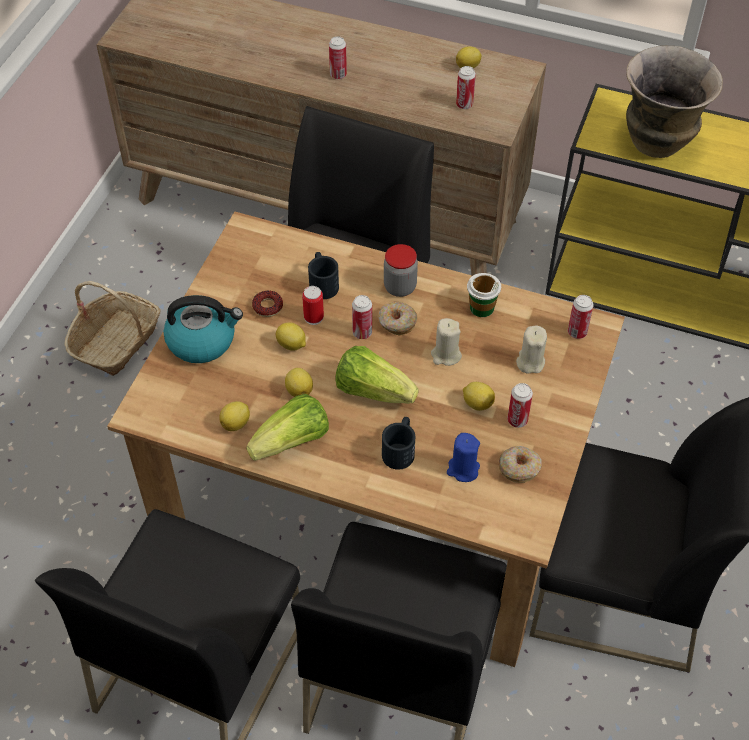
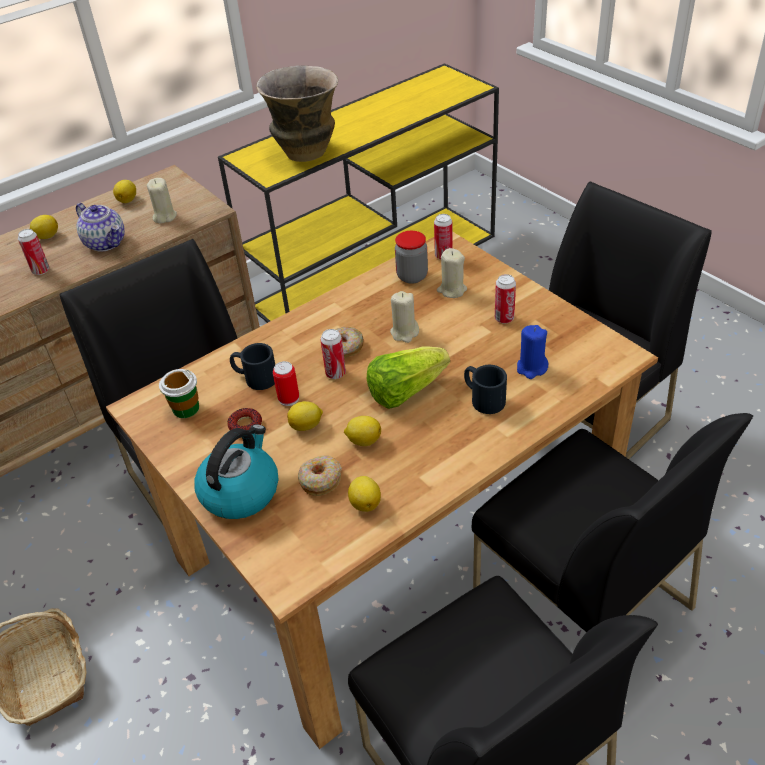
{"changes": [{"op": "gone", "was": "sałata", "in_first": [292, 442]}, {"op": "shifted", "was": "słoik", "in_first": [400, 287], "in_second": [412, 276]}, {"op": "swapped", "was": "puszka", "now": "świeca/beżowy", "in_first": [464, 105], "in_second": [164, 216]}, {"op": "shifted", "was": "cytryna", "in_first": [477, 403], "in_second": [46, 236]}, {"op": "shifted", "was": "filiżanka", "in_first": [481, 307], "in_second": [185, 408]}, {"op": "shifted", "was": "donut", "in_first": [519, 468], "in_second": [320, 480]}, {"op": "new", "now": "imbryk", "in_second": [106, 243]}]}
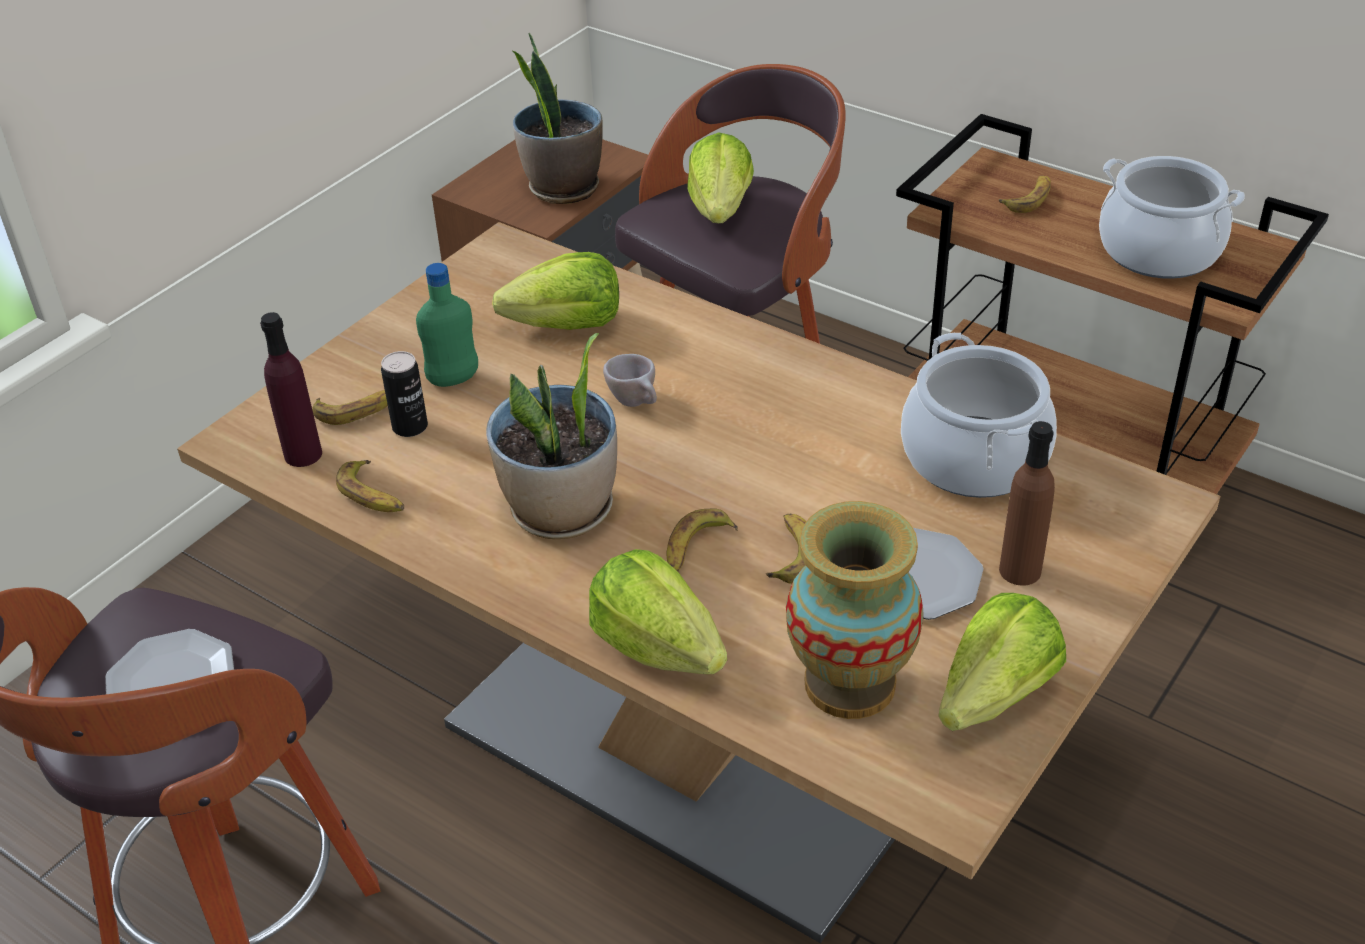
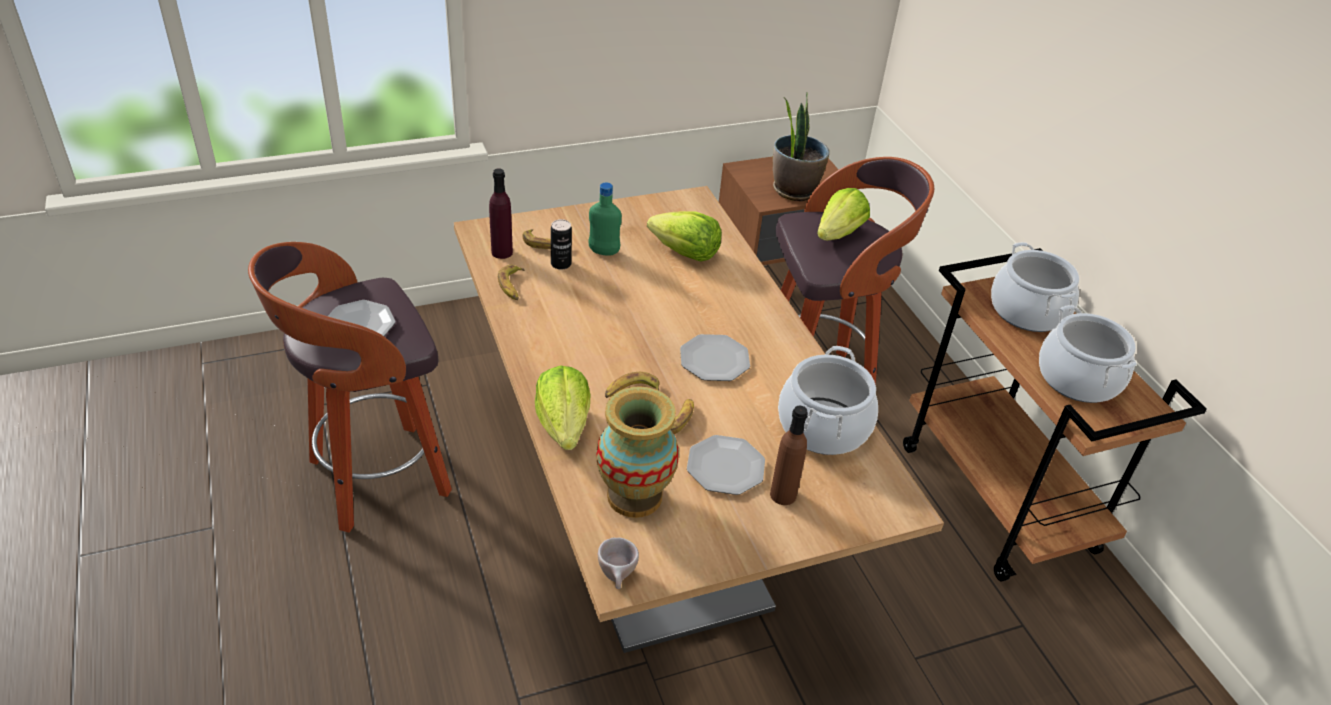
{"changes": [{"op": "gone", "was": "roślina doniczkowa", "in_first": [561, 511]}, {"op": "shifted", "was": "filiżanka/beżowy", "in_first": [636, 403], "in_second": [617, 578]}, {"op": "gone", "was": "sałata", "in_first": [995, 695]}, {"op": "swapped", "was": "banan", "now": "garnek", "in_first": [1028, 198], "in_second": [1028, 311]}, {"op": "new", "now": "talerz", "in_second": [714, 360]}]}
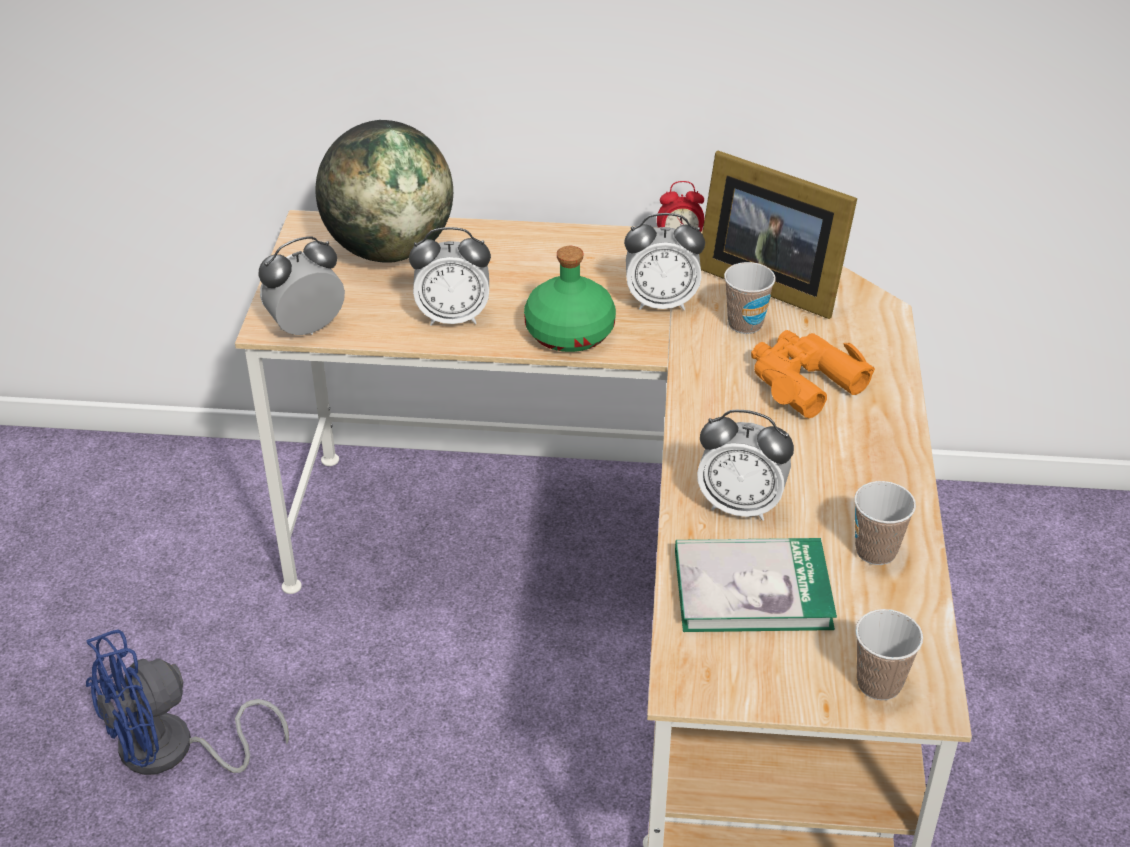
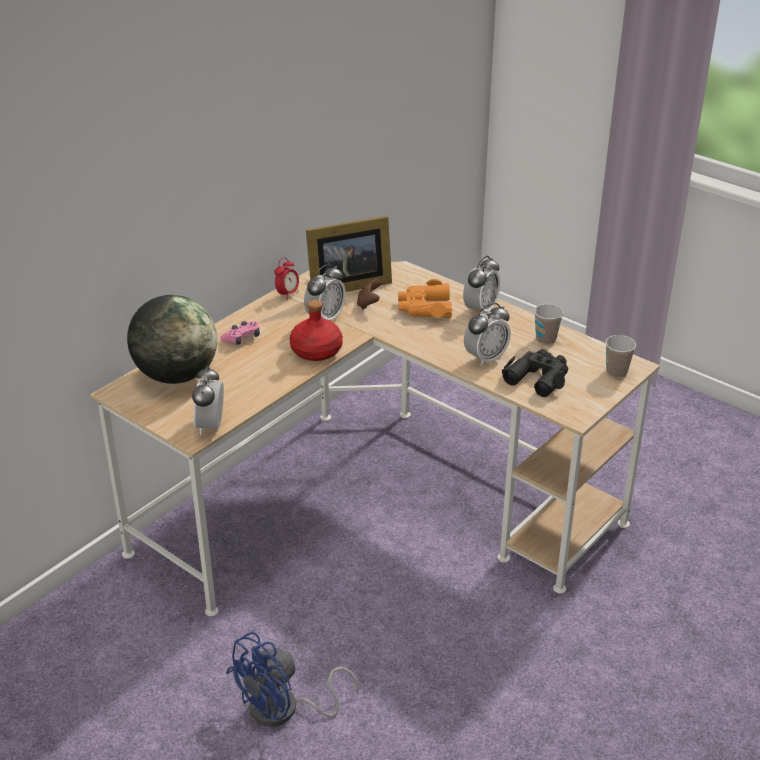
{"changes": [{"op": "rotated", "was": "wentylator/niebieski", "in_first": [172, 752], "in_second": [284, 710], "clockwise": 45}, {"op": "shifted", "was": "budzik", "in_first": [453, 317], "in_second": [480, 309]}, {"op": "repainted", "was": "butelka/zielony", "now": "butelka/czerwony", "in_first": [571, 333], "in_second": [317, 351]}, {"op": "swapped", "was": "książka", "now": "lornetka/czarny", "in_first": [752, 589], "in_second": [538, 377]}, {"op": "swapped", "was": "filiżanka", "now": "pad do gier/brązowy", "in_first": [745, 324], "in_second": [369, 304]}, {"op": "new", "now": "pad do gier/różowy", "in_second": [242, 338]}]}
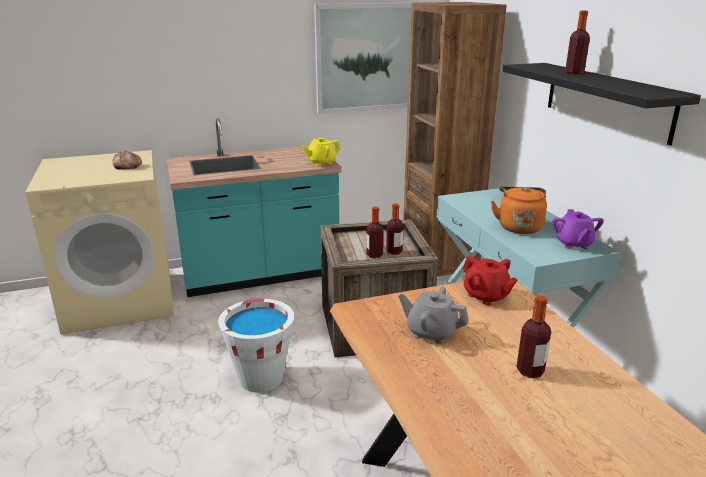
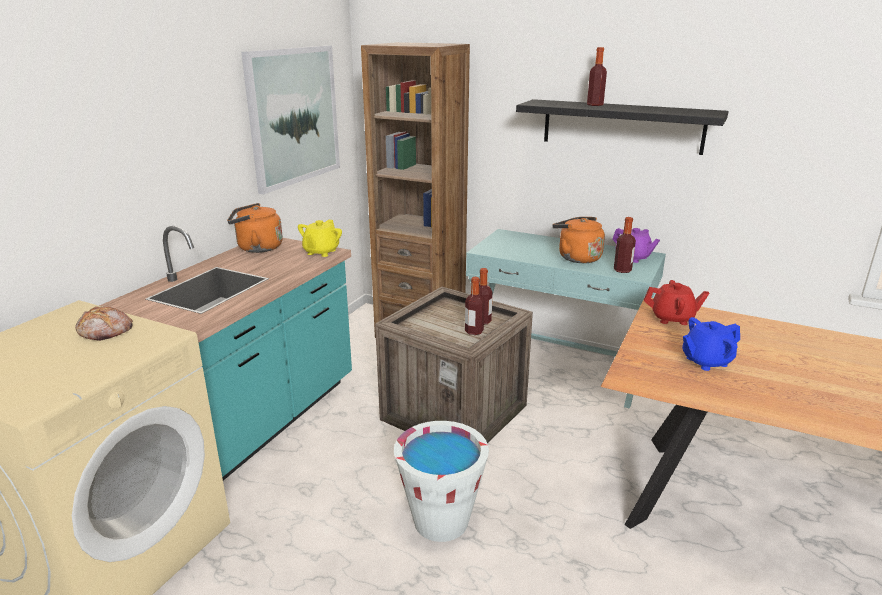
{"changes": [{"op": "repainted", "was": "imbryk/szary", "now": "imbryk/niebieski", "in_first": [431, 332], "in_second": [706, 361]}, {"op": "shifted", "was": "butelka", "in_first": [530, 371], "in_second": [622, 270]}, {"op": "new", "now": "czajnik/pomarańczowy", "in_second": [257, 248]}]}
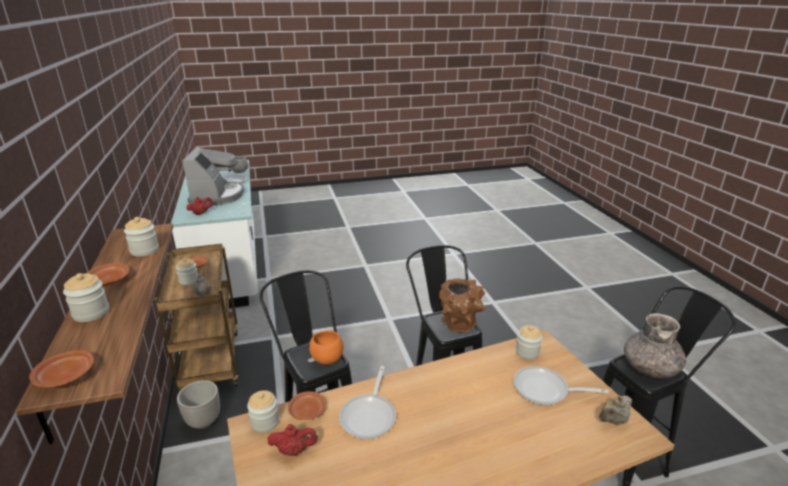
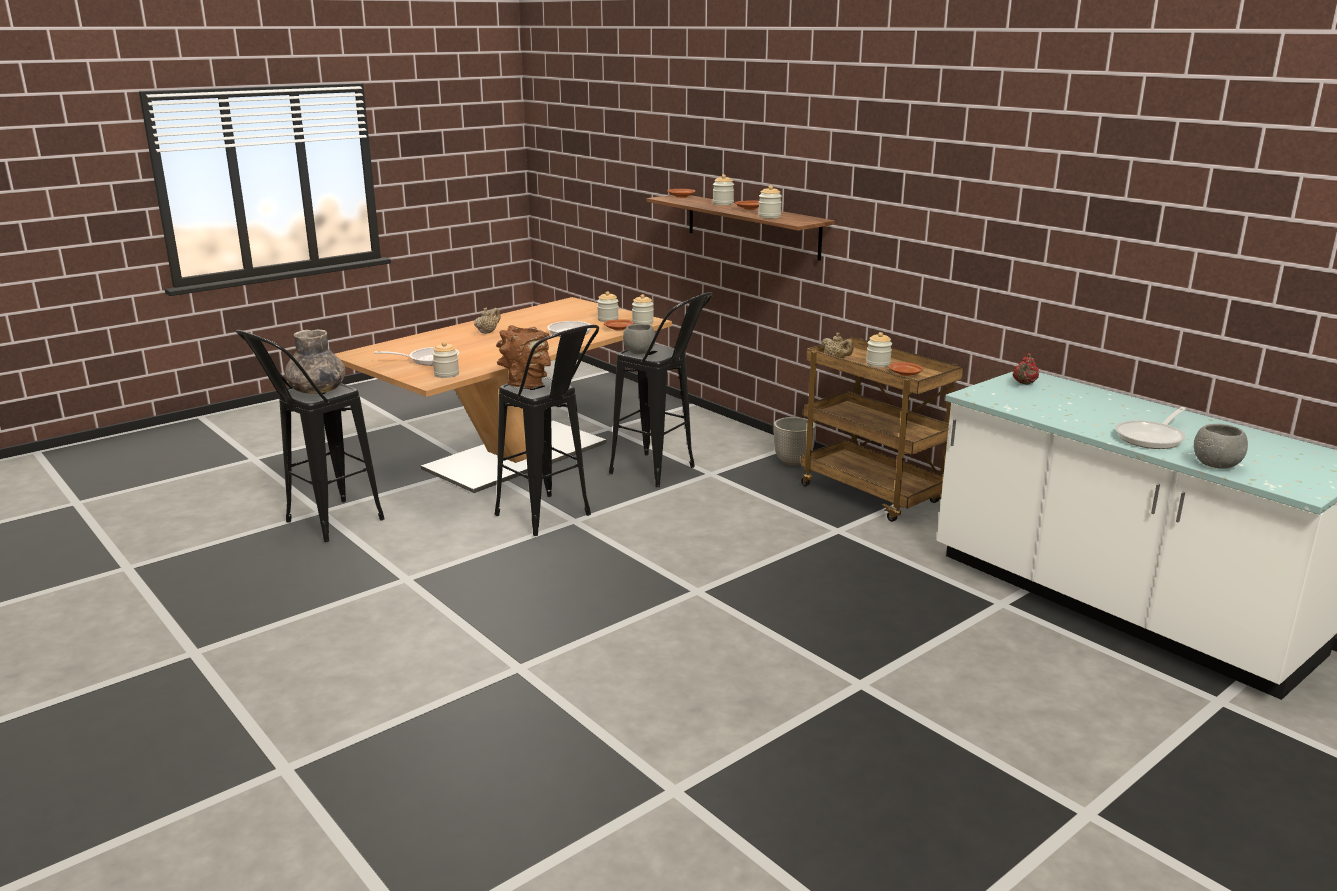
{"changes": [{"op": "gone", "was": "ekspres do kawy", "in_first": [217, 196]}, {"op": "swapped", "was": "imbryk/czerwony", "now": "słoik", "in_first": [294, 450], "in_second": [608, 319]}, {"op": "repainted", "was": "miska/pomarańczowy", "now": "miska/szary", "in_first": [327, 359], "in_second": [639, 352]}, {"op": "shifted", "was": "imbryk/beżowy", "in_first": [613, 420], "in_second": [487, 332]}]}
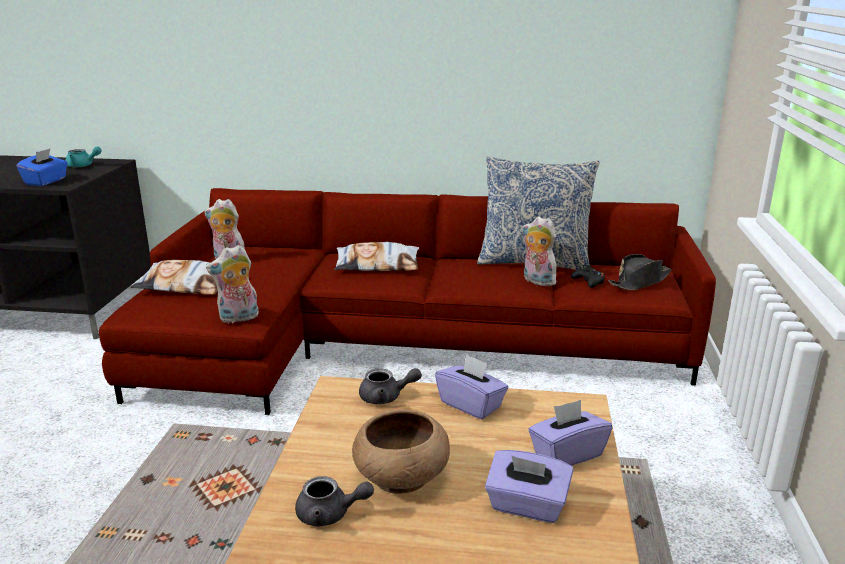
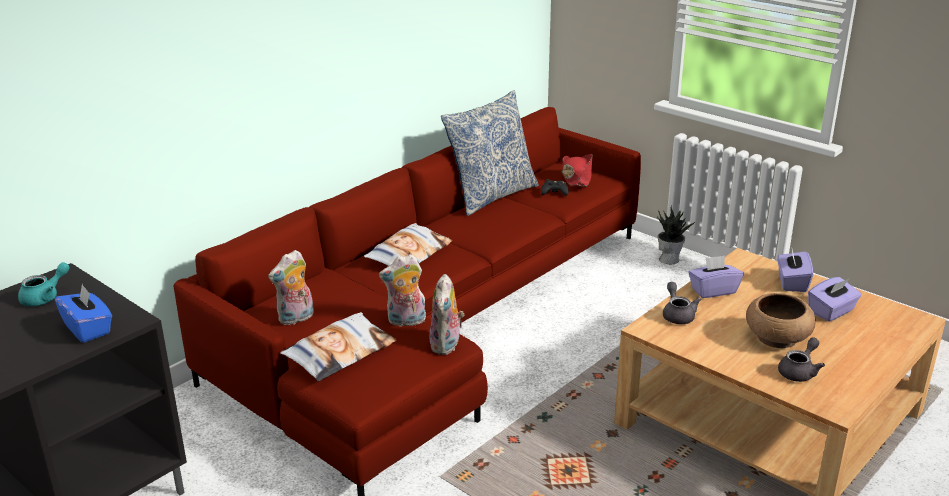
{"changes": [{"op": "rotated", "was": "imbryk/szary", "in_first": [386, 397], "in_second": [677, 315], "clockwise": -45}, {"op": "shifted", "was": "pluszak", "in_first": [537, 281], "in_second": [406, 322]}, {"op": "repainted", "was": "kapelusz/czarny", "now": "kapelusz/czerwony", "in_first": [640, 282], "in_second": [576, 177]}, {"op": "new", "now": "roślina doniczkowa", "in_second": [669, 259]}]}
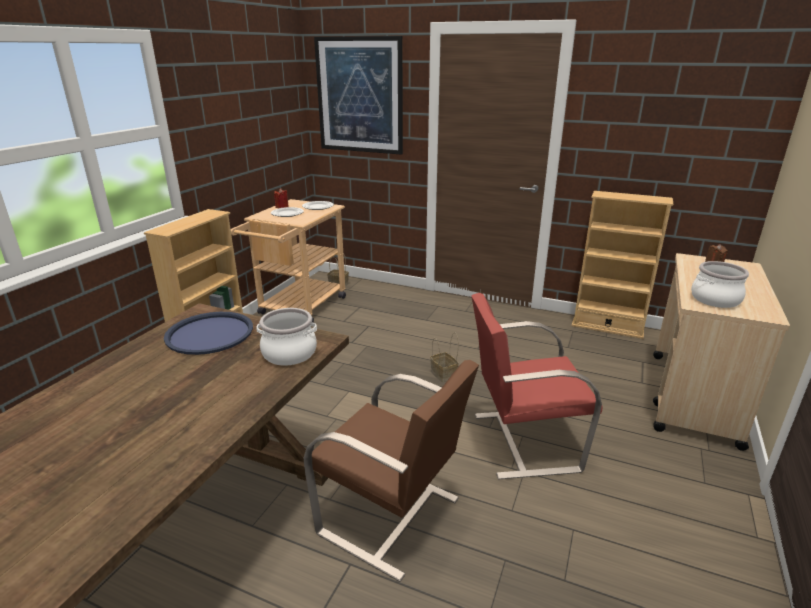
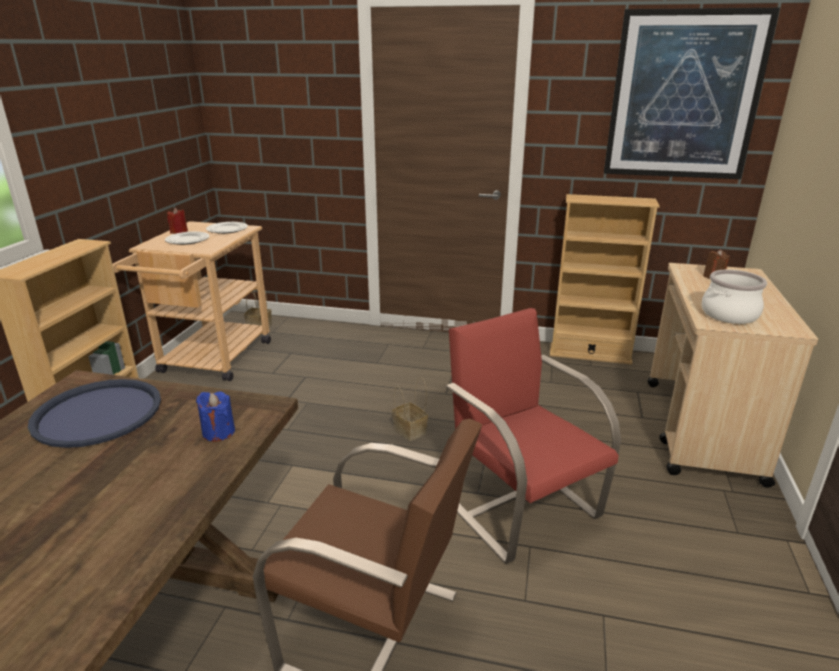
{"changes": [{"op": "swapped", "was": "garnek", "now": "świeca/niebieski", "in_first": [289, 354], "in_second": [218, 432]}, {"op": "shifted", "was": "obraz", "in_first": [359, 96], "in_second": [684, 96]}, {"op": "rotated", "was": "krzesło/czerwony", "in_first": [522, 441], "in_second": [521, 506], "clockwise": 75}]}
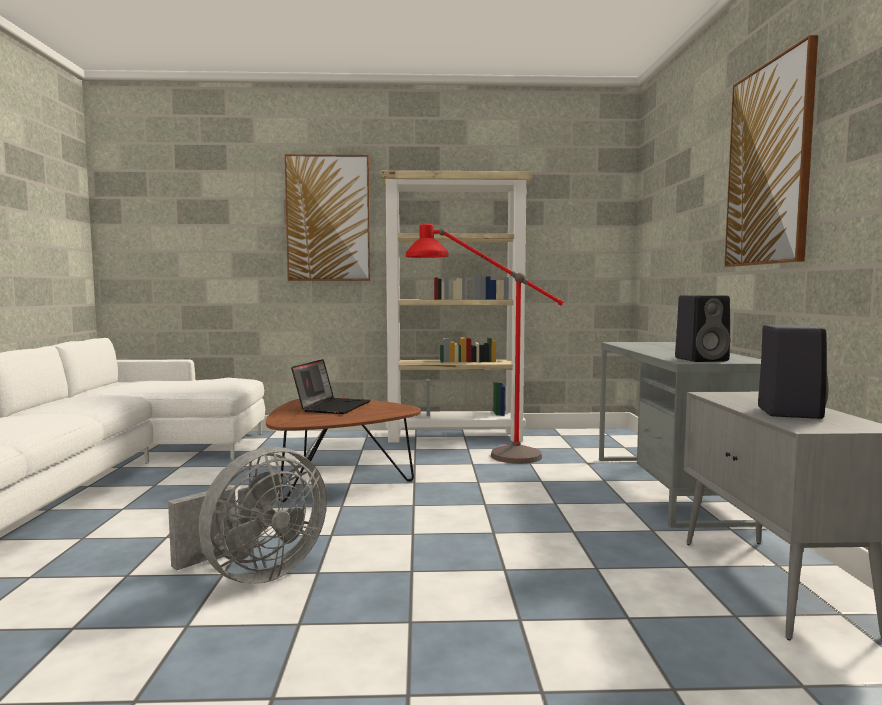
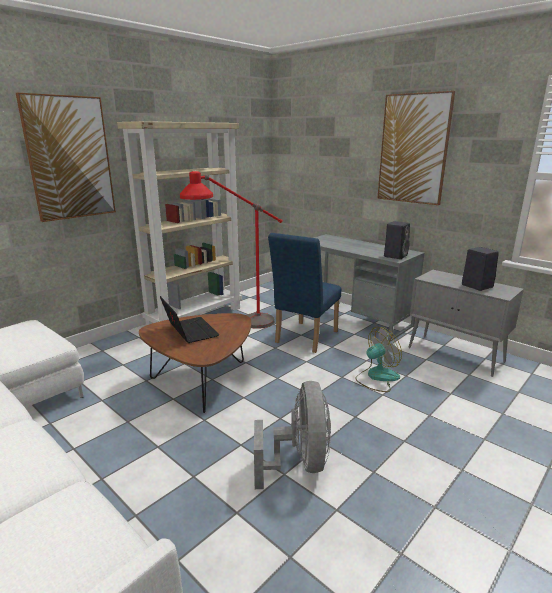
{"changes": [{"op": "new", "now": "krzesło/niebieski", "in_second": [304, 338]}, {"op": "new", "now": "wentylator", "in_second": [377, 377]}]}
